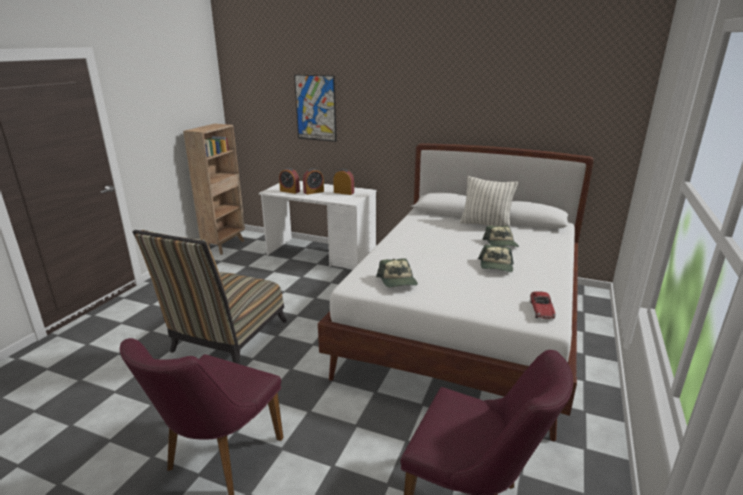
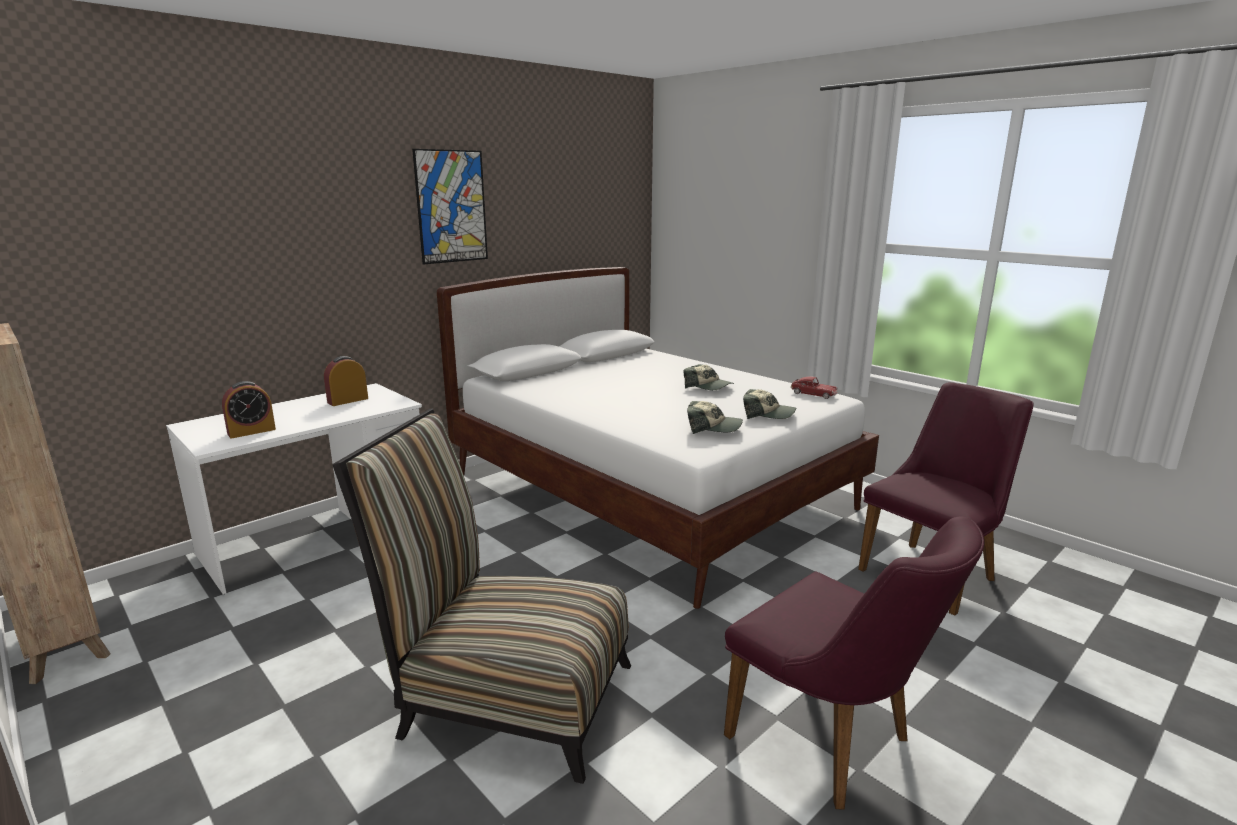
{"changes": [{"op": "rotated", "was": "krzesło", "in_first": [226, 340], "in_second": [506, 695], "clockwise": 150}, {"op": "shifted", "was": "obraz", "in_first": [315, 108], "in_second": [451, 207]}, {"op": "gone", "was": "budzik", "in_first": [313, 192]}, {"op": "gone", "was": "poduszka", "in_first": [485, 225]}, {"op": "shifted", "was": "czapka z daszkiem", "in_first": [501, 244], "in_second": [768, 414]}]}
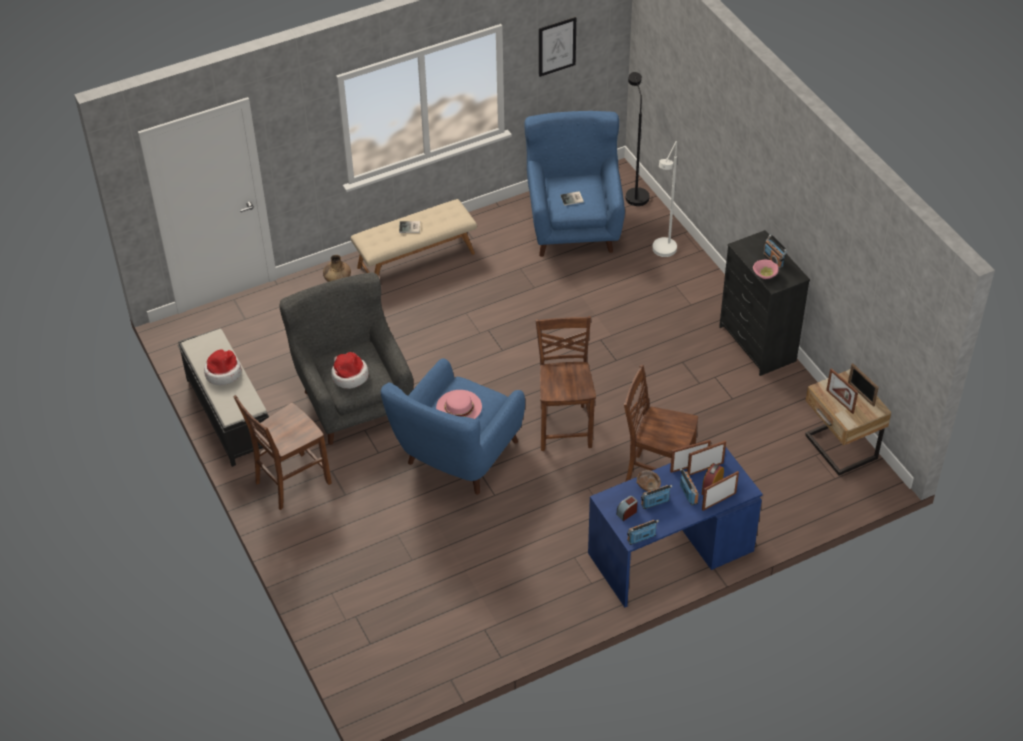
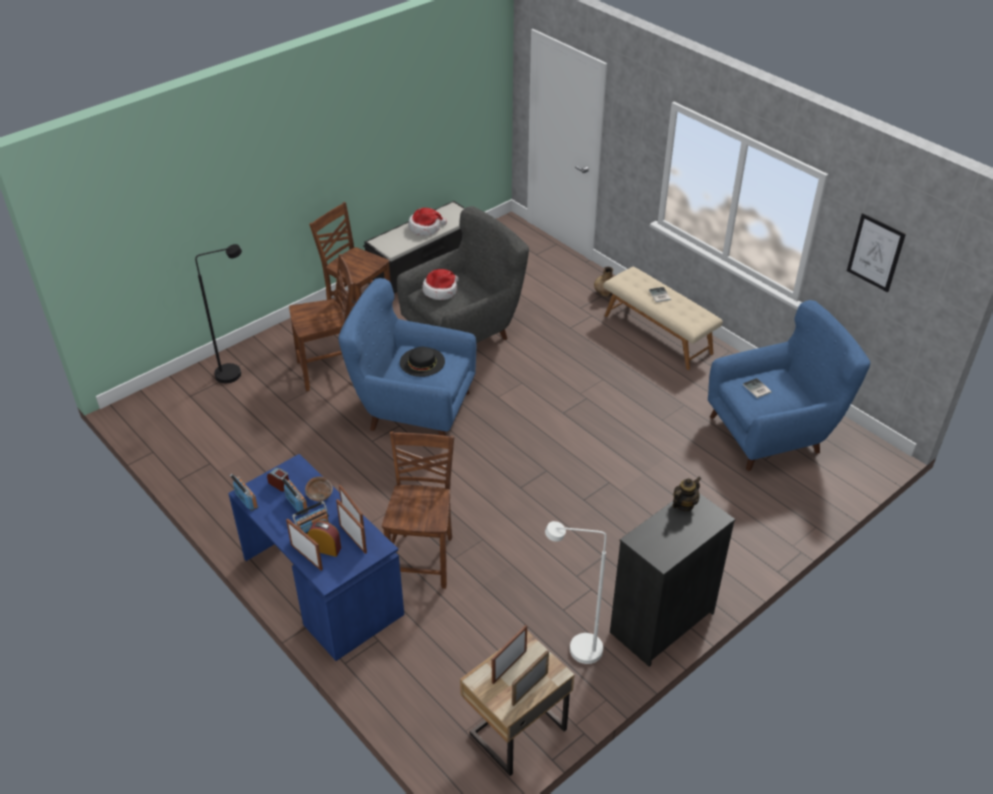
{"changes": [{"op": "repainted", "was": "kapelusz/różowy", "now": "kapelusz/czarny", "in_first": [459, 406], "in_second": [422, 362]}, {"op": "shifted", "was": "krzesło/brązowy", "in_first": [565, 426], "in_second": [330, 371]}, {"op": "shifted", "was": "lampa stojąca/czarny", "in_first": [635, 193], "in_second": [235, 372]}, {"op": "shifted", "was": "lampa stojąca/biały", "in_first": [663, 253], "in_second": [576, 650]}, {"op": "gone", "was": "miska/różowy", "in_first": [764, 275]}, {"op": "gone", "was": "radio", "in_first": [773, 260]}, {"op": "new", "now": "imbryk", "in_second": [684, 504]}]}
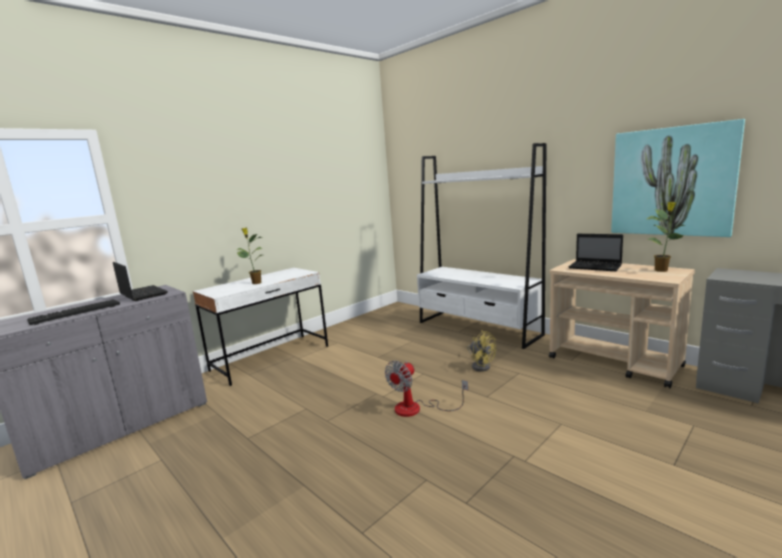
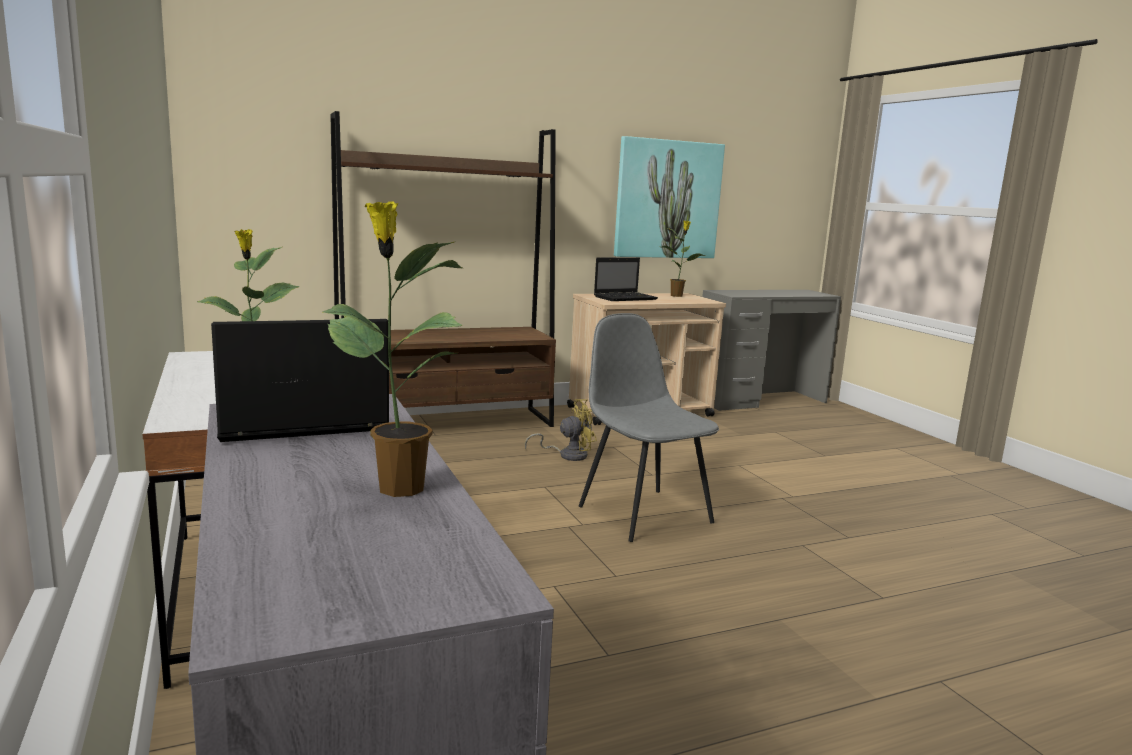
{"changes": [{"op": "swapped", "was": "klawiatura", "now": "roślina doniczkowa", "in_first": [75, 313], "in_second": [397, 488]}, {"op": "swapped", "was": "wentylator", "now": "krzesło/szary", "in_first": [417, 409], "in_second": [643, 513]}, {"op": "repainted", "was": "regał/biały", "now": "regał/brązowy", "in_first": [478, 328], "in_second": [447, 424]}]}
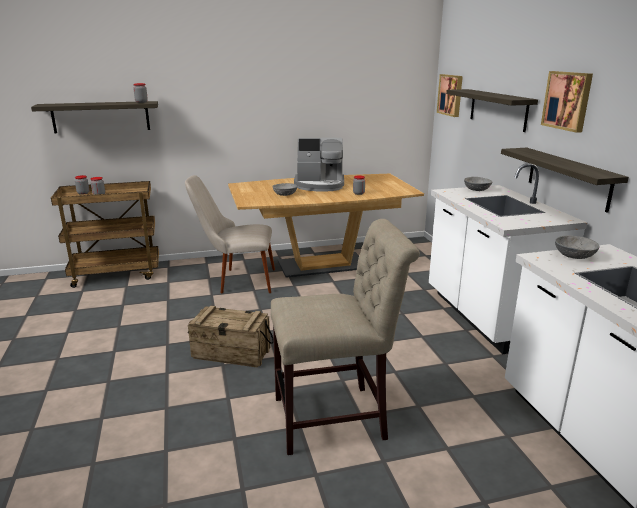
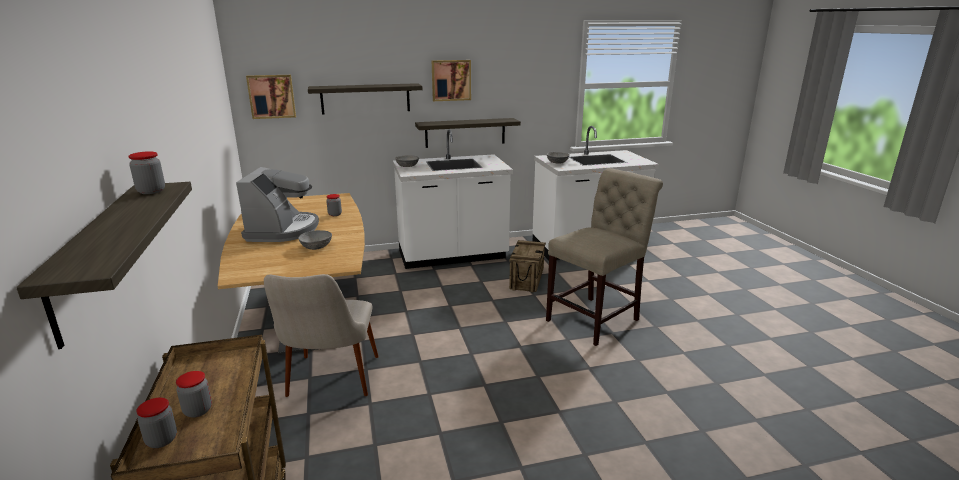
{"changes": [{"op": "shifted", "was": "skrzynka", "in_first": [231, 353], "in_second": [526, 279]}, {"op": "rotated", "was": "krzesło/beżowy", "in_first": [336, 418], "in_second": [596, 318], "clockwise": 60}]}
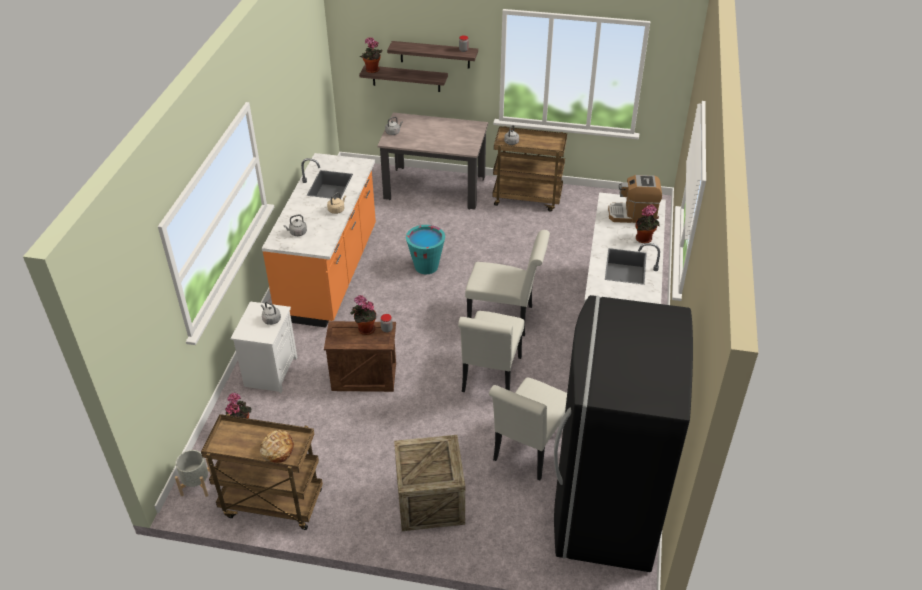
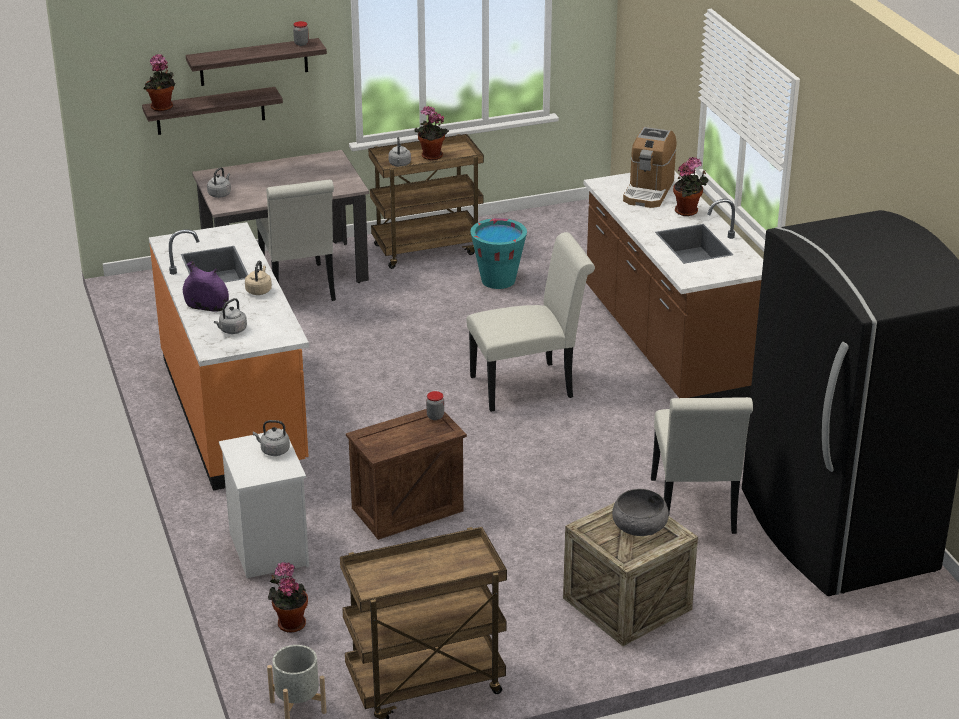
{"changes": [{"op": "gone", "was": "chleb", "in_first": [277, 450]}, {"op": "shifted", "was": "roślina doniczkowa", "in_first": [365, 330], "in_second": [430, 157]}, {"op": "shifted", "was": "wiadro/turkusowy", "in_first": [426, 266], "in_second": [498, 280]}, {"op": "shifted", "was": "krzesło/biały", "in_first": [490, 378], "in_second": [299, 290]}, {"op": "rotated", "was": "ekspres do kawy", "in_first": [633, 215], "in_second": [648, 191], "clockwise": -45}, {"op": "new", "now": "wazon/fioletowy", "in_second": [207, 307]}, {"op": "new", "now": "miska/szary", "in_second": [639, 524]}]}
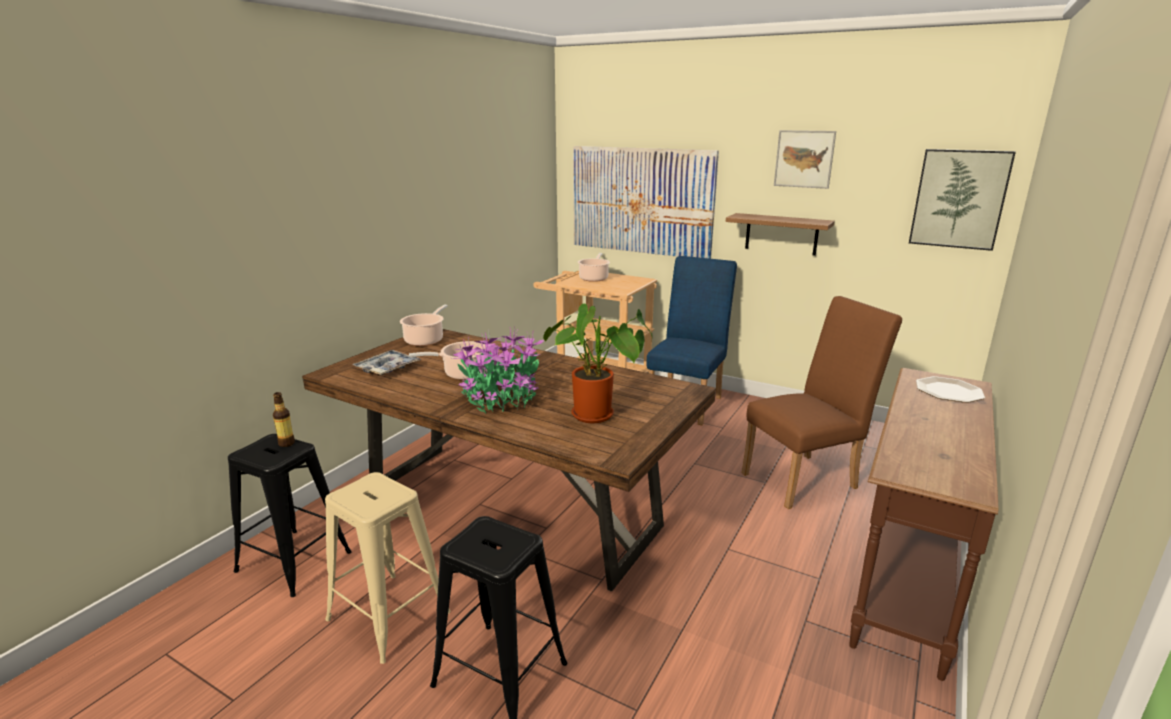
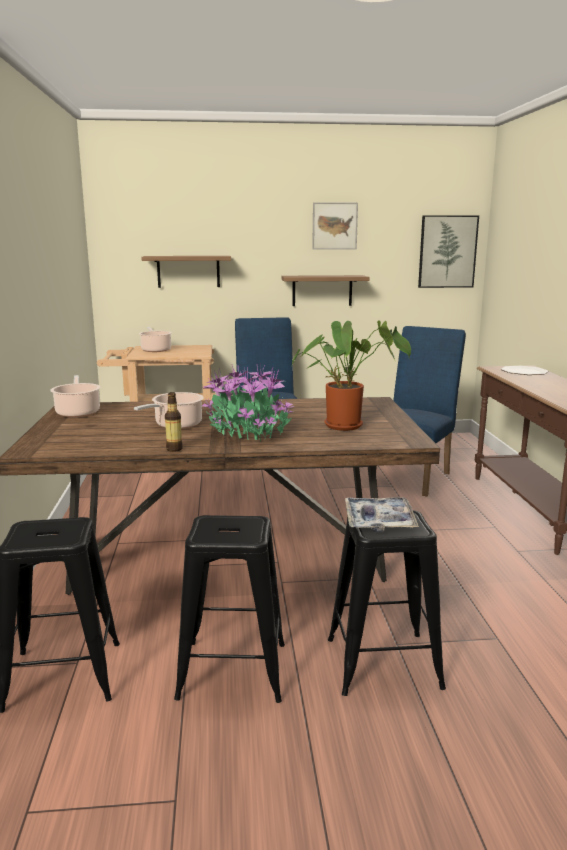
{"changes": [{"op": "shifted", "was": "butelka", "in_first": [286, 443], "in_second": [174, 449]}, {"op": "repainted", "was": "stołek/beżowy", "now": "stołek/czarny", "in_first": [389, 616], "in_second": [233, 670]}, {"op": "shifted", "was": "taca", "in_first": [387, 368], "in_second": [379, 521]}, {"op": "swapped", "was": "obraz", "now": "półka", "in_first": [641, 201], "in_second": [188, 271]}, {"op": "repainted", "was": "krzesło/brązowy", "now": "krzesło/niebieski", "in_first": [806, 478], "in_second": [413, 476]}]}
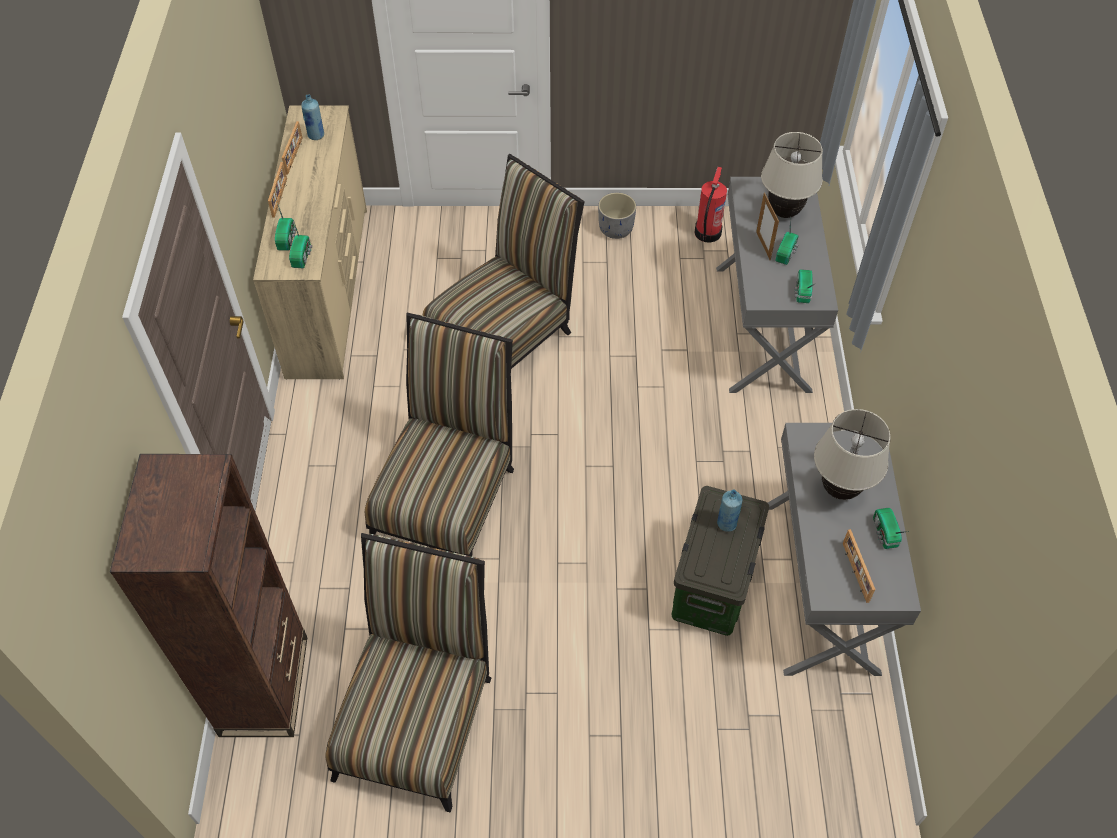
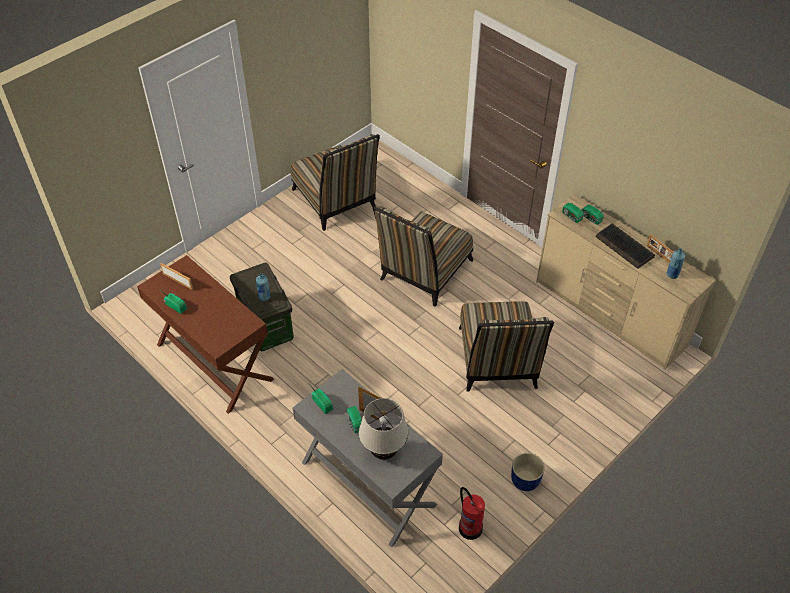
{"changes": [{"op": "gone", "was": "regał/brązowy", "in_first": [264, 685]}, {"op": "gone", "was": "ramka na zdjęcie", "in_first": [280, 198]}, {"op": "rotated", "was": "krzesło", "in_first": [446, 495], "in_second": [423, 273], "clockwise": 60}, {"op": "repainted", "was": "donica/szary", "now": "donica/niebieski", "in_first": [616, 229], "in_second": [525, 480]}, {"op": "repainted", "was": "biurko/szary", "now": "biurko/brązowy", "in_first": [821, 586], "in_second": [214, 362]}, {"op": "gone", "was": "lampa stołowa/beżowy", "in_first": [840, 490]}, {"op": "new", "now": "klawiatura", "in_second": [625, 247]}]}
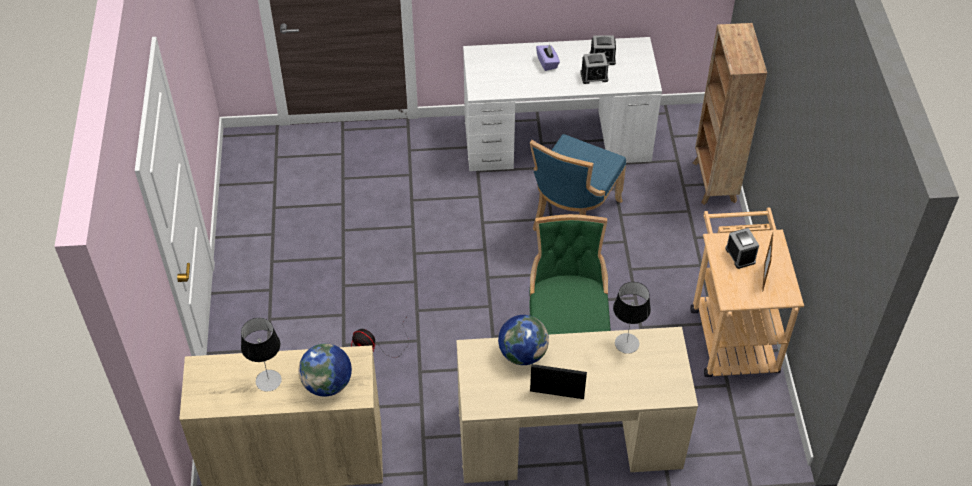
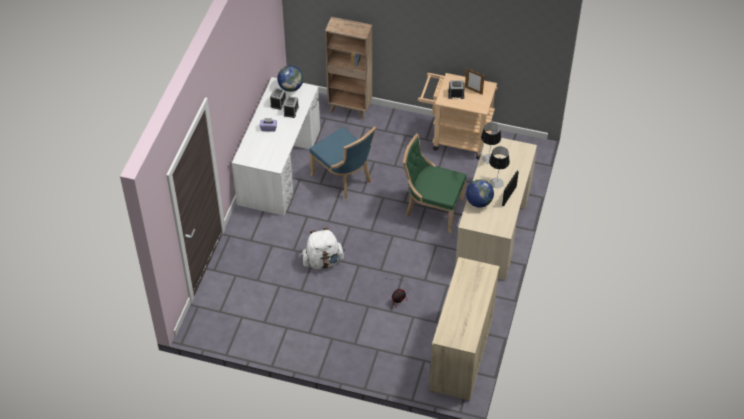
{"changes": [{"op": "shifted", "was": "lampa stołowa", "in_first": [268, 380], "in_second": [496, 183]}, {"op": "shifted", "was": "globus", "in_first": [327, 384], "in_second": [291, 87]}, {"op": "new", "now": "plecak/biały", "in_second": [323, 261]}]}
